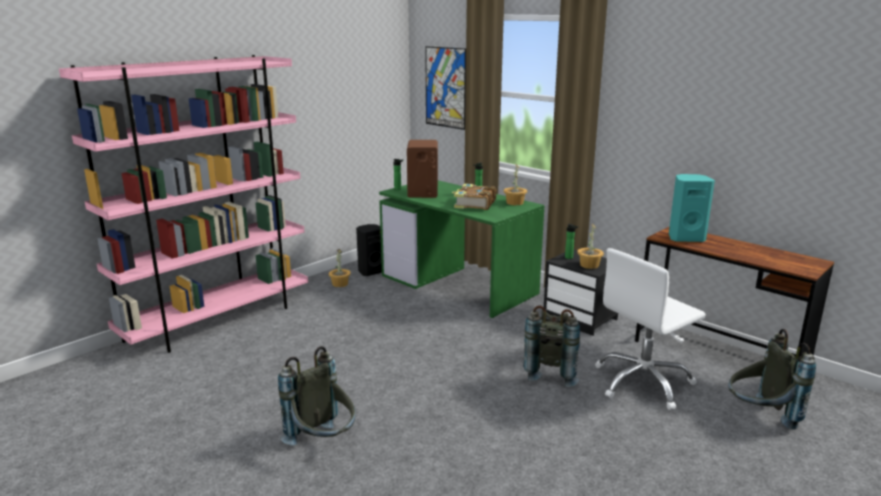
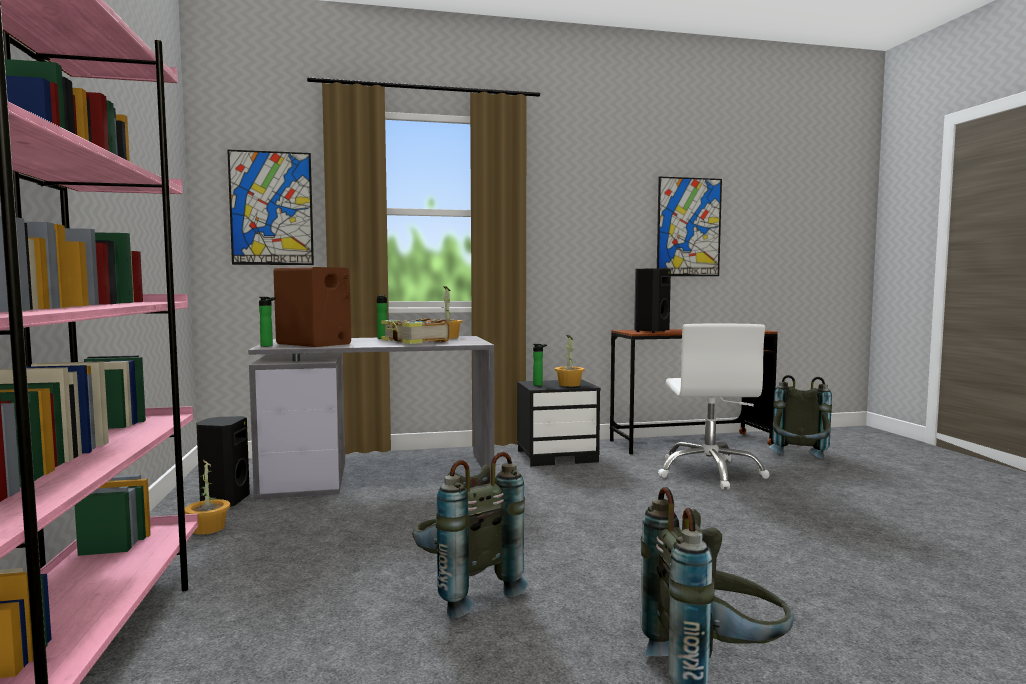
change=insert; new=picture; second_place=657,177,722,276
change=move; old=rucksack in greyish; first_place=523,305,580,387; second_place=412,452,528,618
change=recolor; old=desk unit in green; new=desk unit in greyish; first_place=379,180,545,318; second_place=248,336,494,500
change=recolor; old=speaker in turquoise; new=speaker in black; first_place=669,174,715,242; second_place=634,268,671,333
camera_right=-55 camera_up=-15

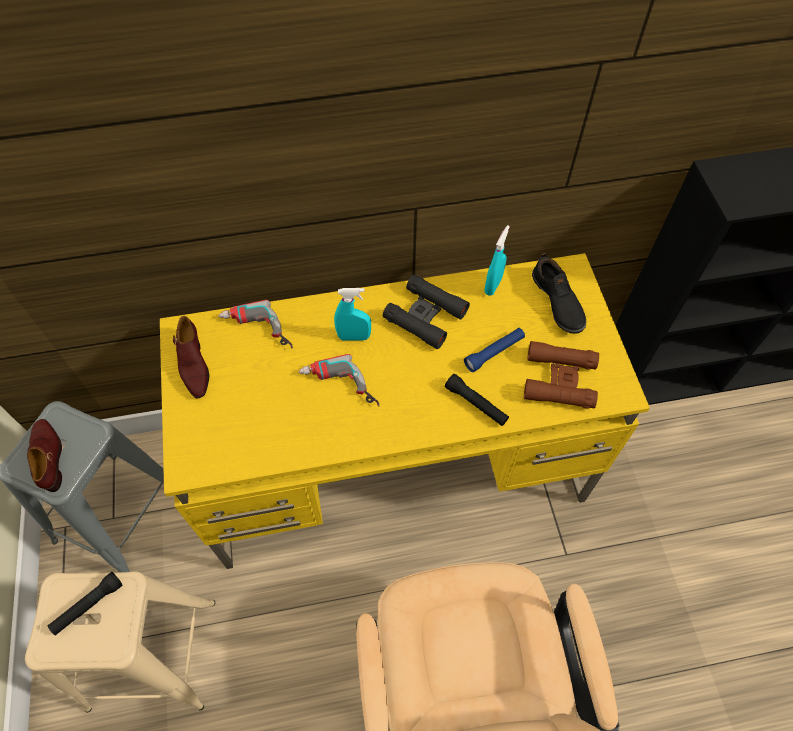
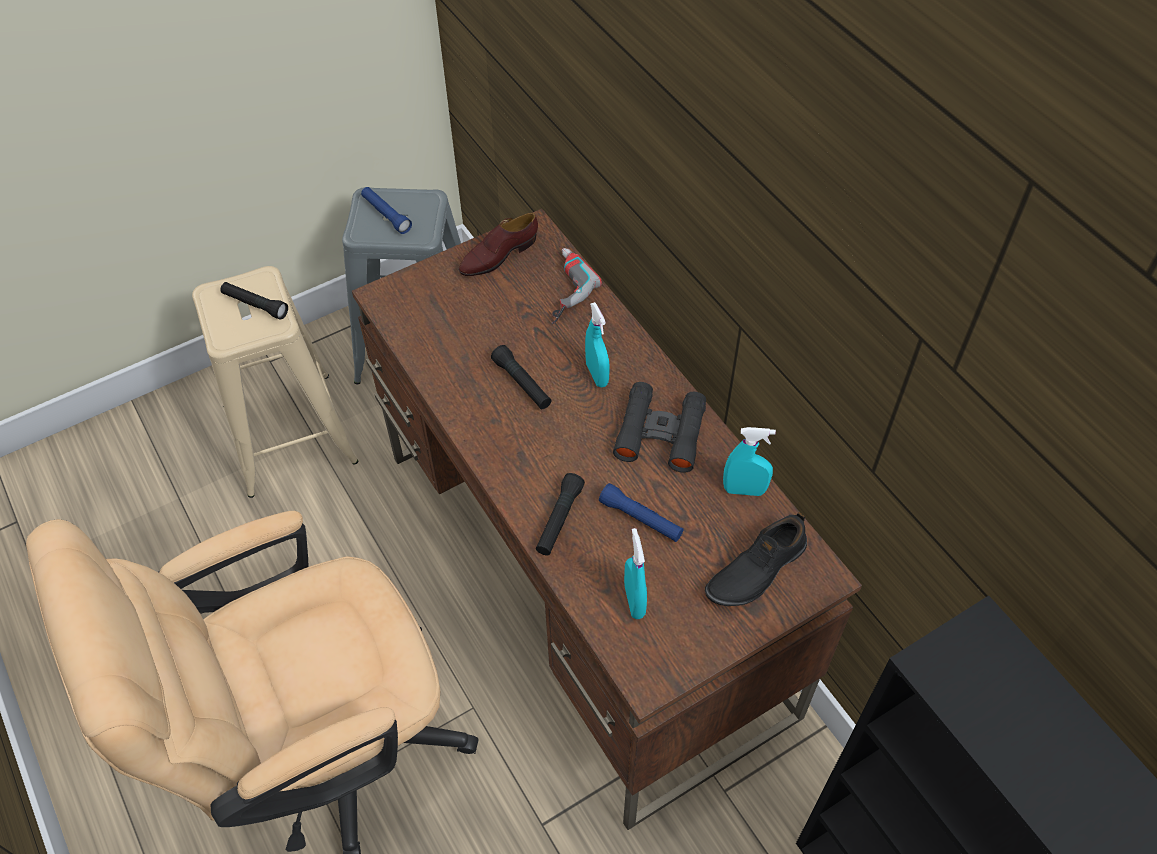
change=replace; old=low shoe in brown-coloured; new=hand torch in blue-coloured; first_place=27,419,62,492; second_place=361,187,412,234
change=replace; old=drill; new=hand torch in black; first_place=299,354,380,406; second_place=491,345,552,409
change=replace; old=field glasses in brown-coloured; new=sprayer in turquoise; first_place=524,341,599,408; second_place=624,528,647,619
change=recolor; old=desk unit in yellow; new=desk unit in brown-coloured; first_place=160,253,650,569; second_place=352,209,862,830
camera_right=70 camera_up=-5

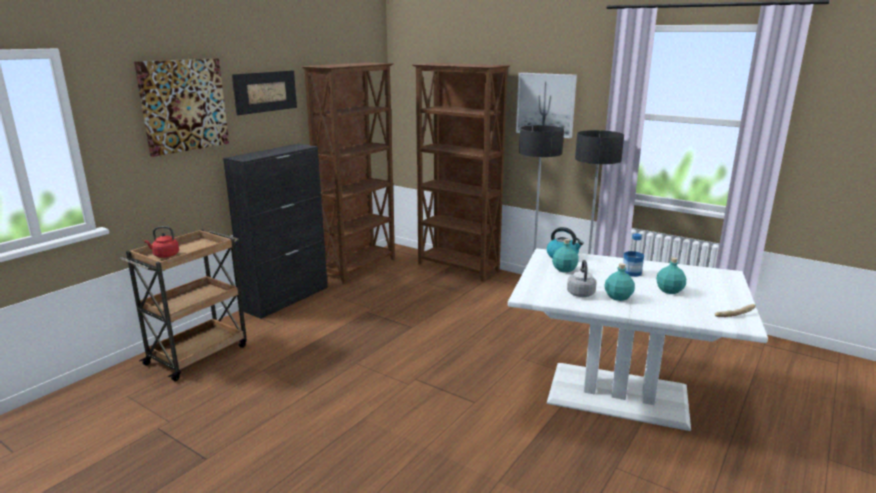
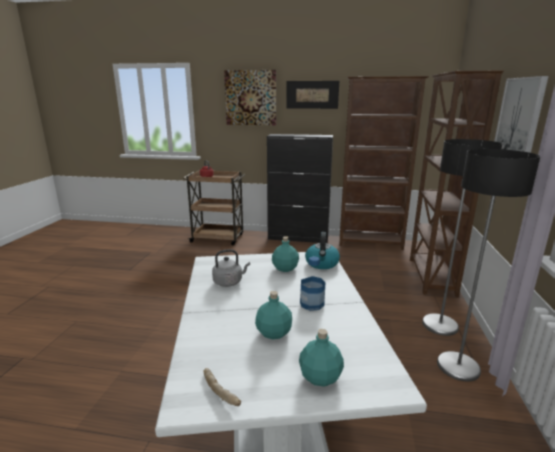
change=move; old=drink bottle in turquoise; first_place=604,263,635,301; second_place=299,329,344,387
camera_right=65 camera_up=0

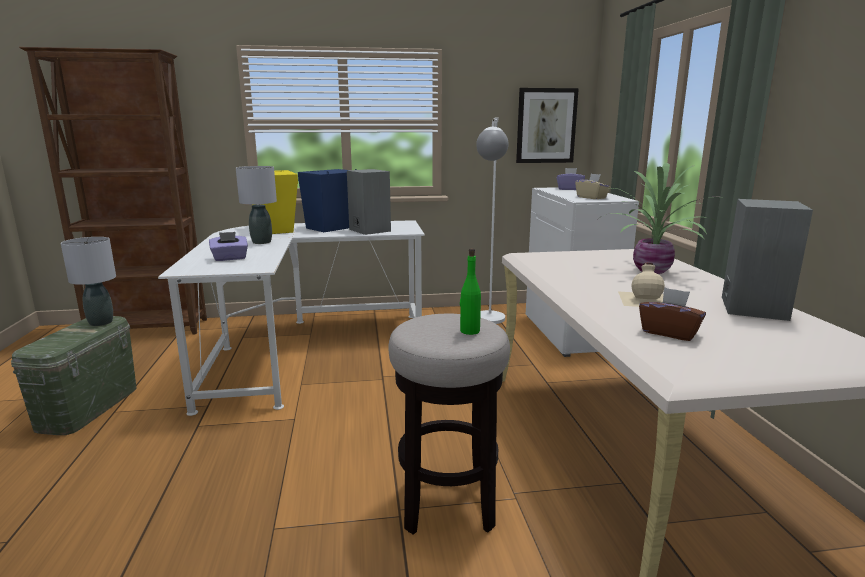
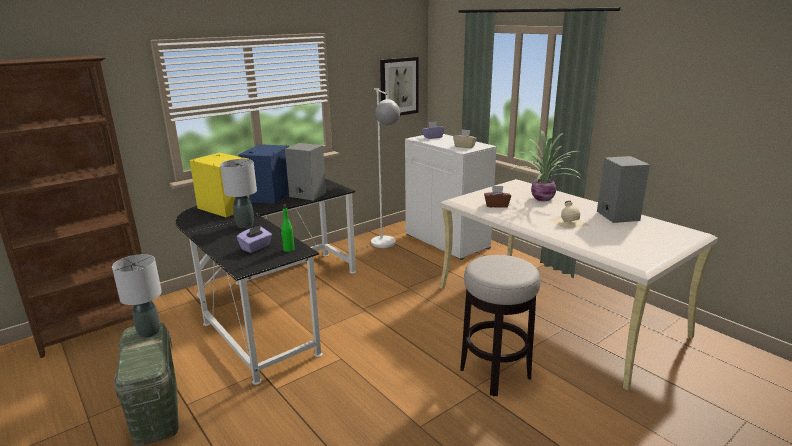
change=move; old=drink bottle in green; first_place=460,248,481,335; second_place=281,205,294,252
change=move; old=tissue box in brown-coloured; first_place=639,287,706,341; second_place=484,186,511,208
change=recolor; old=desk unit in white; new=desk unit in black; first_place=158,220,425,416; second_place=175,178,356,385
camera_right=-30 camera_up=5

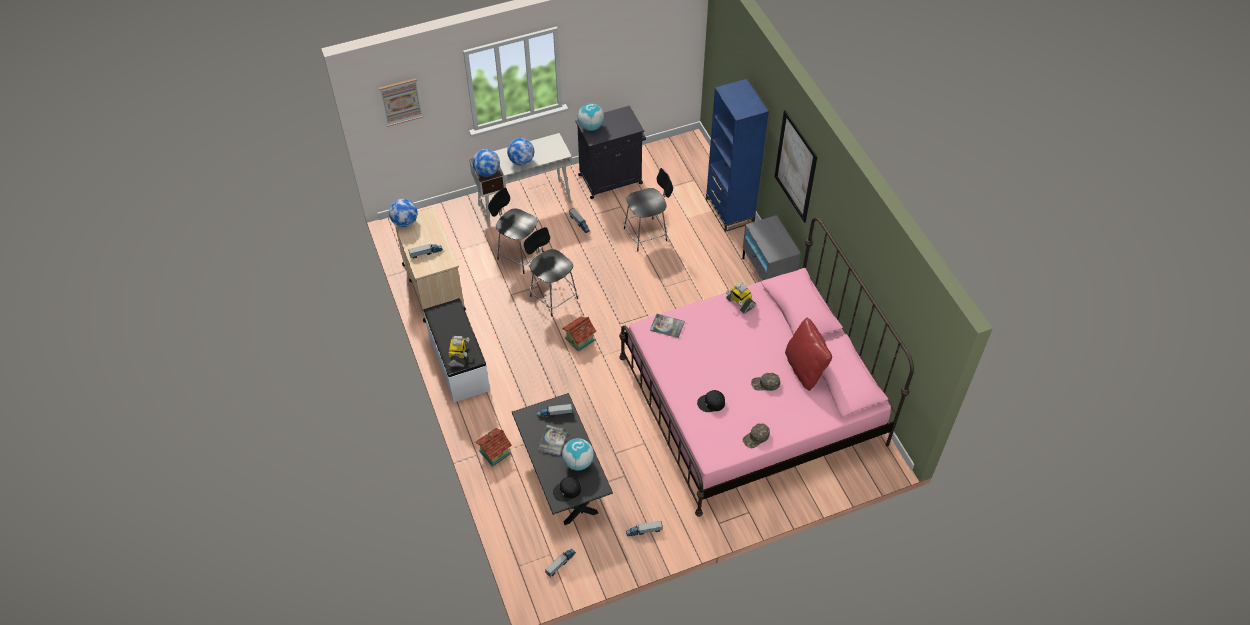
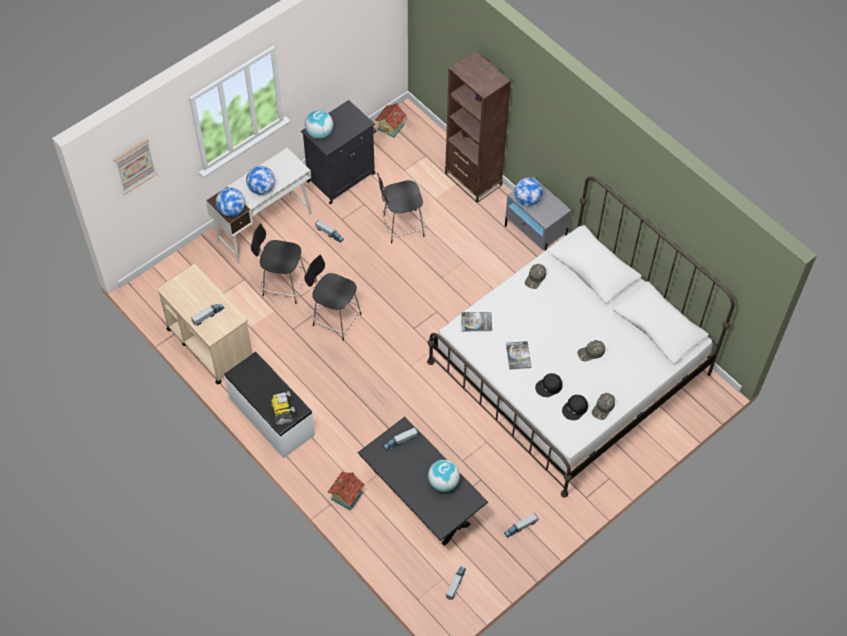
change=delete; old=picture; first_place=774,110,817,223
change=delete; old=pillow in red-coloured; first_place=785,318,832,391
change=move; old=desk globe; first_place=389,199,418,227; second_place=514,178,543,206
change=move; old=book; first_place=538,425,568,456; second_place=506,341,532,370
change=move; old=baseball cap in black; first_place=553,477,581,502; second_place=562,395,588,420
change=move; old=miniature house; first_place=562,316,597,352; second_place=375,103,407,137
change=replace; old=toy robot; new=baseball cap in green; first_place=726,282,756,314; second_place=525,264,546,289
change=recolor; old=bed in pinkish; new=bed in white; first_place=619,217,914,517; second_place=427,176,735,498
change=recolor; old=shelving unit in blue-coloured; new=shelving unit in brown-coloured; first_place=706,79,769,232; second_place=445,51,511,203
change=rotate; old=plain chair in black; first_place=624,168,673,251; second_place=377,173,425,244; degrees=-150
camera_right=-20 camera_up=5

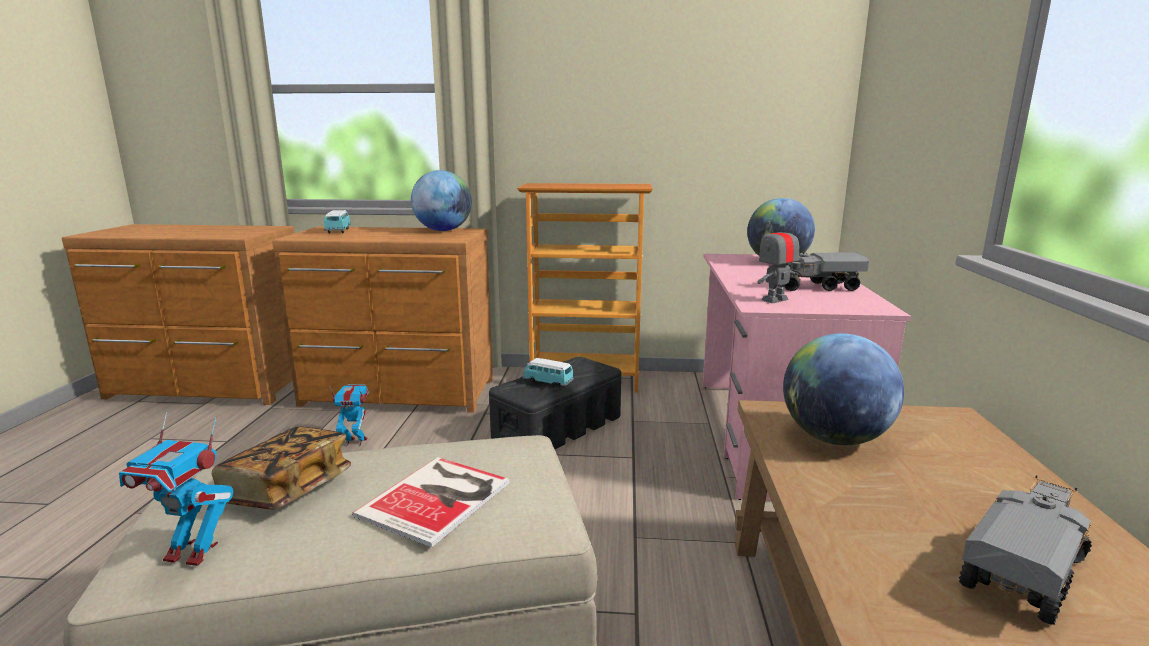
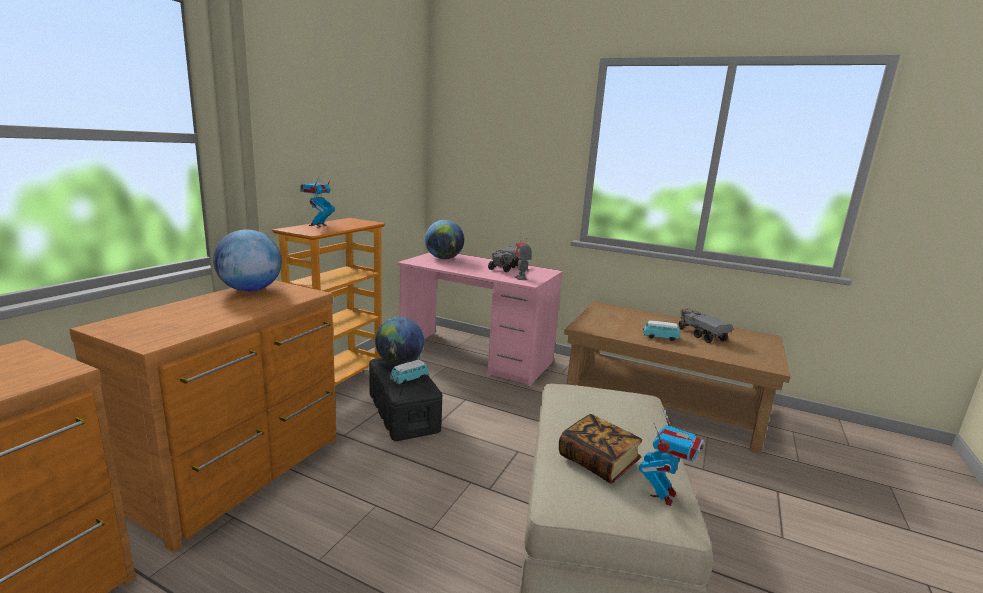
change=delete; old=book; first_place=352,457,509,547
change=move; old=miniature car; first_place=324,210,351,233; second_place=643,320,680,341
change=move; old=toy robot; first_place=330,384,369,447; second_place=300,176,335,227
change=move; old=desk globe; first_place=783,333,904,445; second_place=375,317,424,365
camera_right=-70 camera_up=0

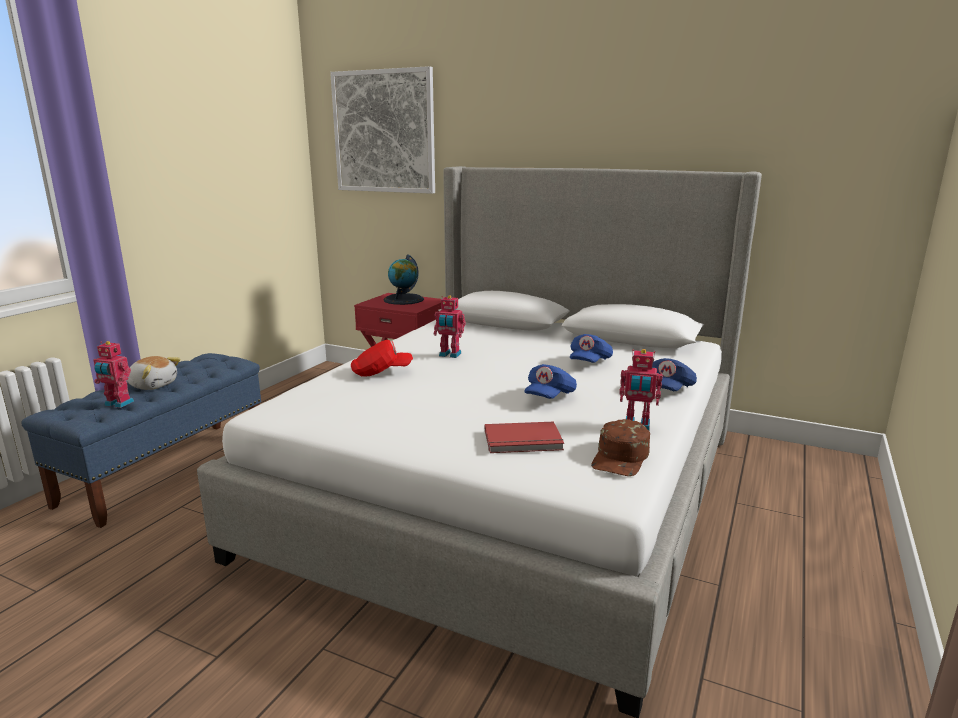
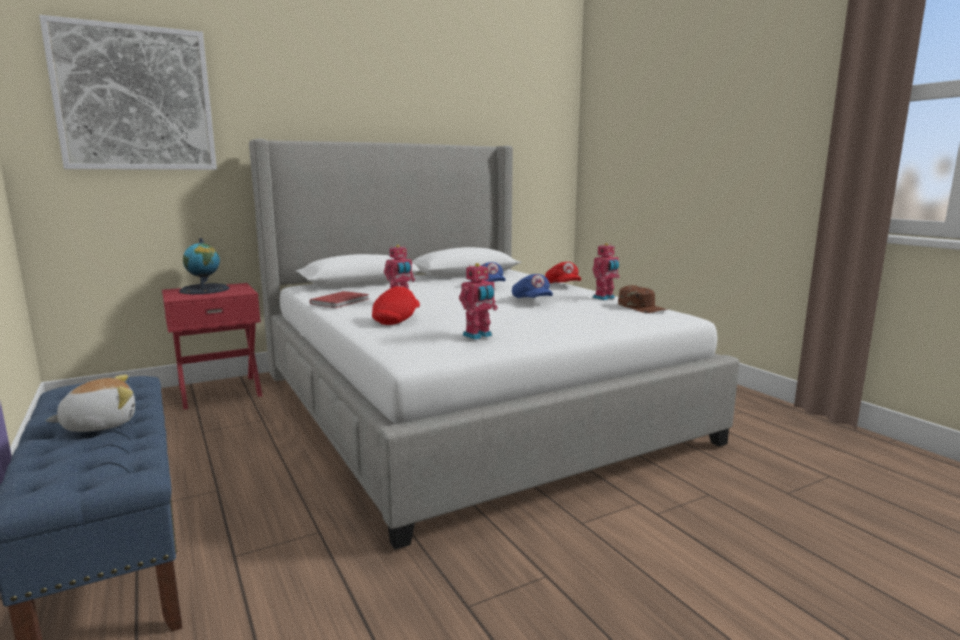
change=move; old=toy robot; first_place=94,341,134,408; second_place=459,263,498,340
change=move; old=book in red-coloured; first_place=485,422,564,453; second_place=310,291,369,308
change=recolor; old=baseball cap in blue-coloured; new=baseball cap in red-coloured; first_place=652,358,697,391; second_place=545,262,581,283
camera_right=-55 camera_up=-5

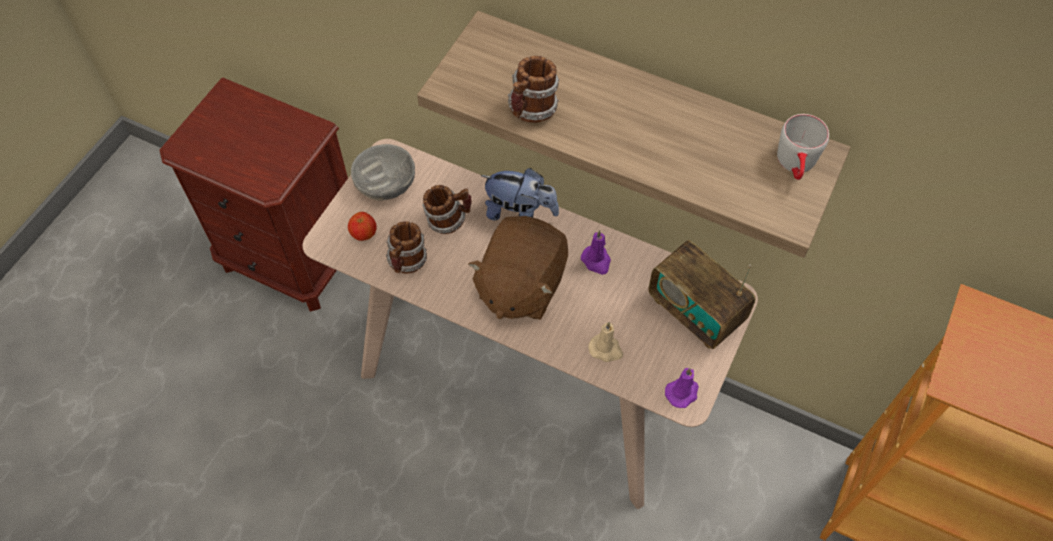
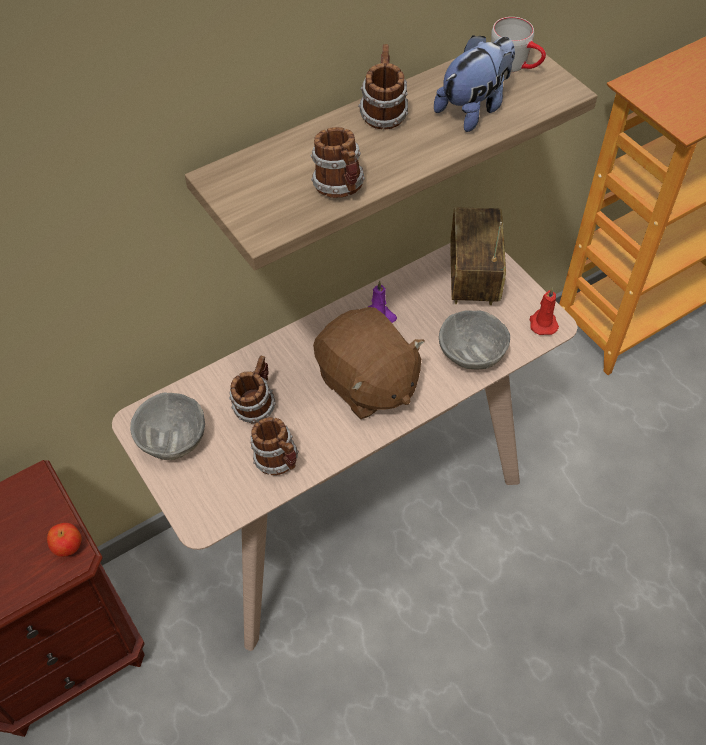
change=insert; new=coffee mug; second_place=358,44,408,129
change=move; old=apple; first_place=348,212,377,241; second_place=47,523,82,557
change=move; old=cuddly toy; first_place=481,168,559,221; second_place=434,35,515,132
change=replace; old=wax candle in beige-coloured; new=serving bowl in greyish; first_place=588,322,623,362; second_place=439,310,510,369
change=recolor; old=wax candle in purple-coloured; new=wax candle in red-coloured; first_place=665,368,699,408; second_place=530,287,559,335
change=rotate; old=radio receiver; first_place=648,240,756,349; second_place=450,207,506,305; degrees=105
camera_right=-60 camera_up=-5

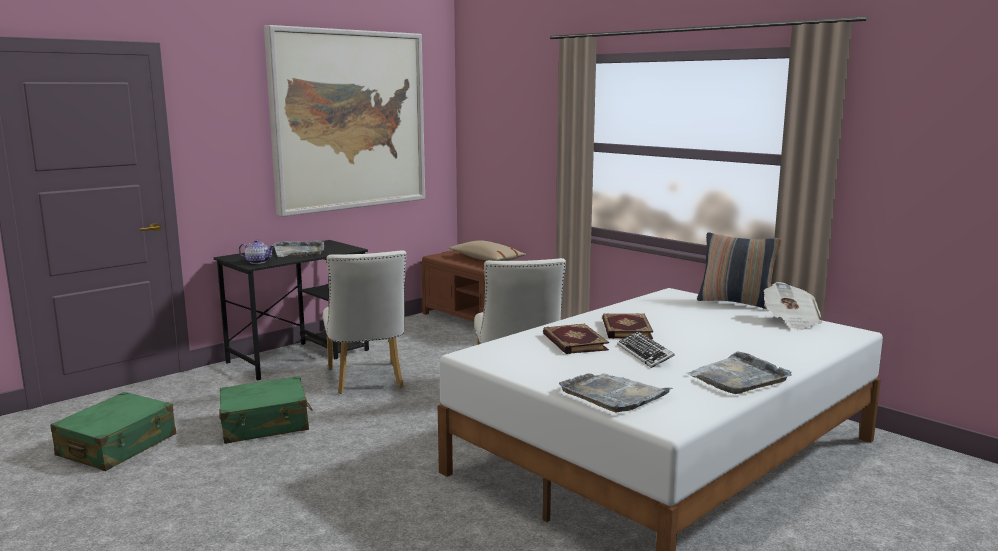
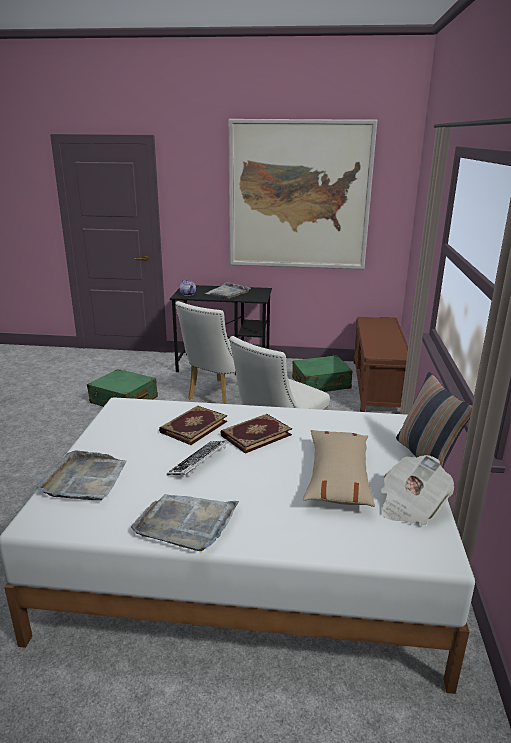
change=move; old=travel case in green; first_place=50,392,176,471; second_place=292,355,352,392
change=move; old=pillow in beige-coloured; first_place=448,240,526,261; second_place=303,430,375,507
camera_right=50 camera_up=10

